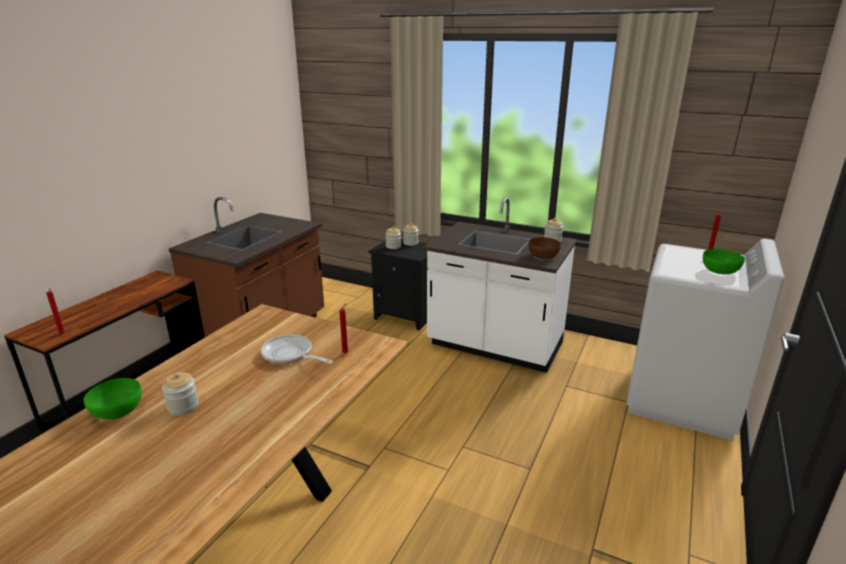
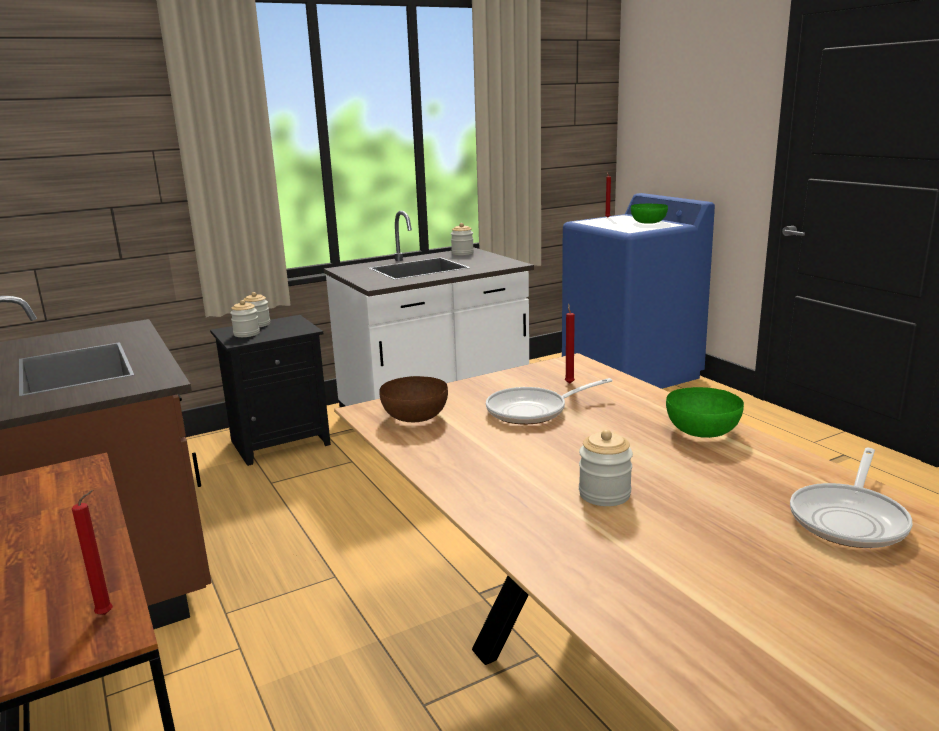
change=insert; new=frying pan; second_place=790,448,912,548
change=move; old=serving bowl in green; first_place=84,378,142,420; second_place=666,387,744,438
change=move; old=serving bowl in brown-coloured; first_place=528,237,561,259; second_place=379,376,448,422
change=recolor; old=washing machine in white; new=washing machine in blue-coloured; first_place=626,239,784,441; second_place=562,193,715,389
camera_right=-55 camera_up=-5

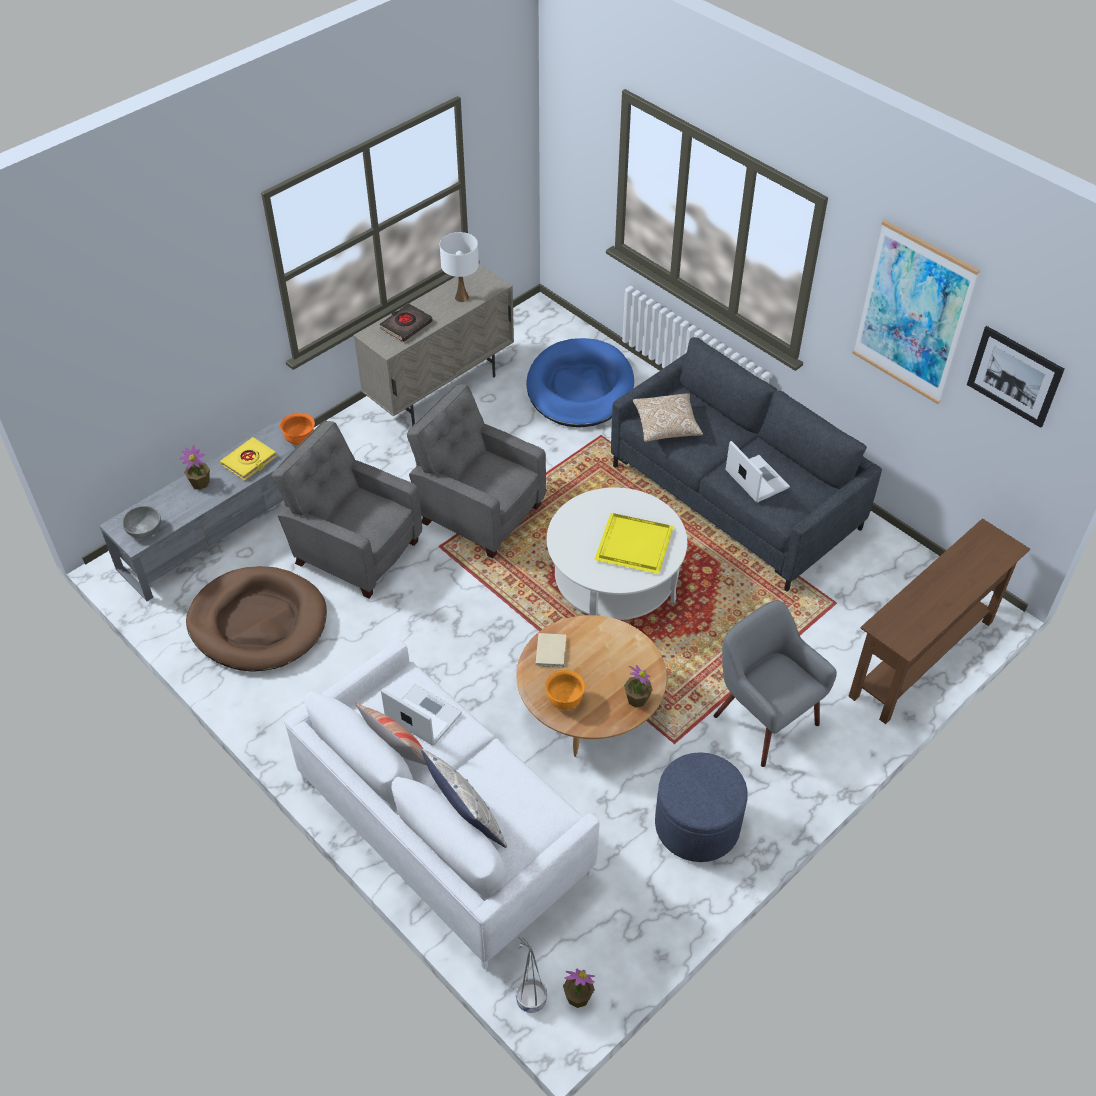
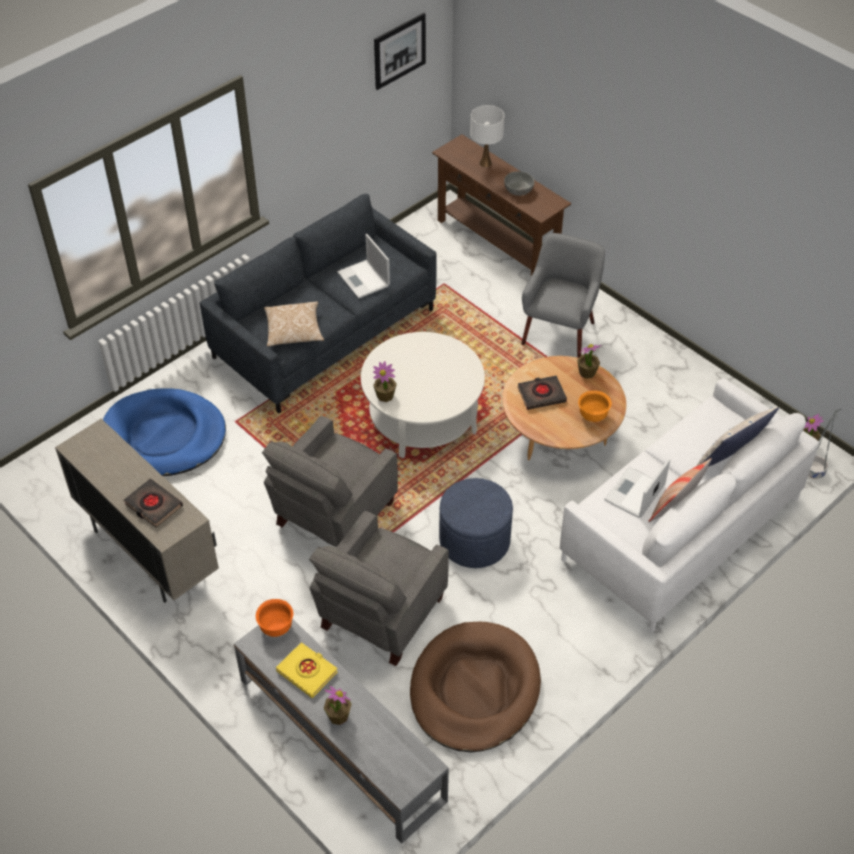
change=delete; old=book in beige-coloured; first_place=535,633,566,667
change=delete; old=carrying tray in yellow; first_place=594,513,674,574
change=delete; old=picture; first_place=852,220,980,404
change=insert; new=potted plant; second_place=373,361,397,402
change=insert; new=book in black; second_place=518,375,567,410
change=move; old=serving bowl in greyish; first_place=123,506,161,539; second_place=504,171,534,196
change=move; old=lamp for a table in white; first_place=440,232,479,302; second_place=470,105,505,167
change=move; old=pouffe in blue-coloured; first_place=655,752,748,862; second_place=439,478,513,568
change=rotate; old=lounge chair in greyish; first_place=713,600,837,767; second_place=521,233,605,358; degrees=150
change=rotate; old=laptop; first_place=725,441,790,502; second_place=337,234,390,298; degrees=-90
camera_right=-90 camera_up=0

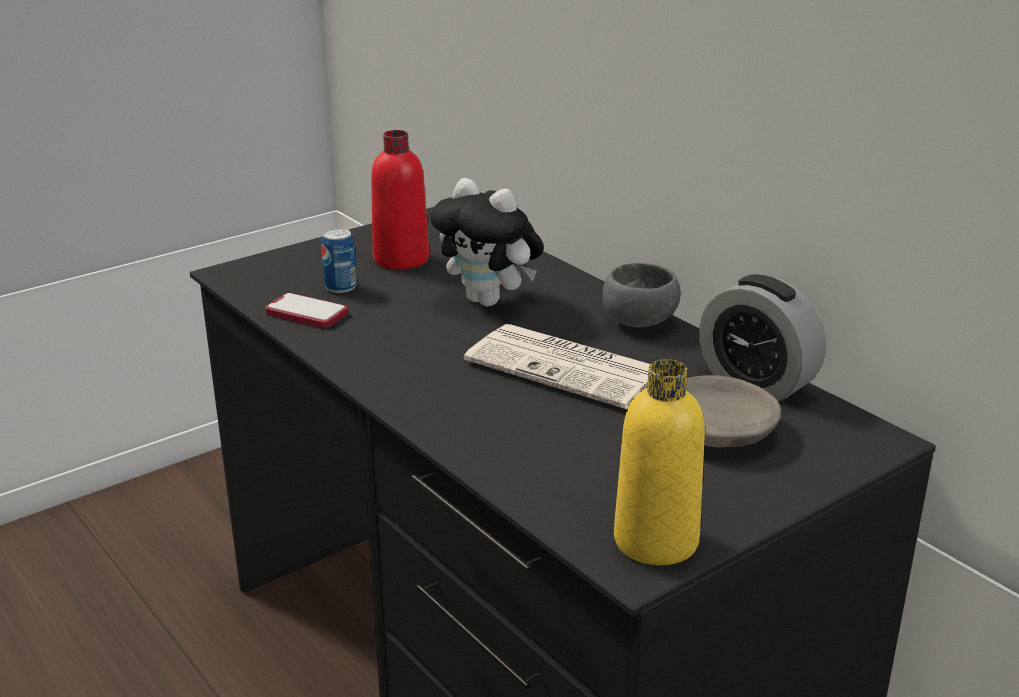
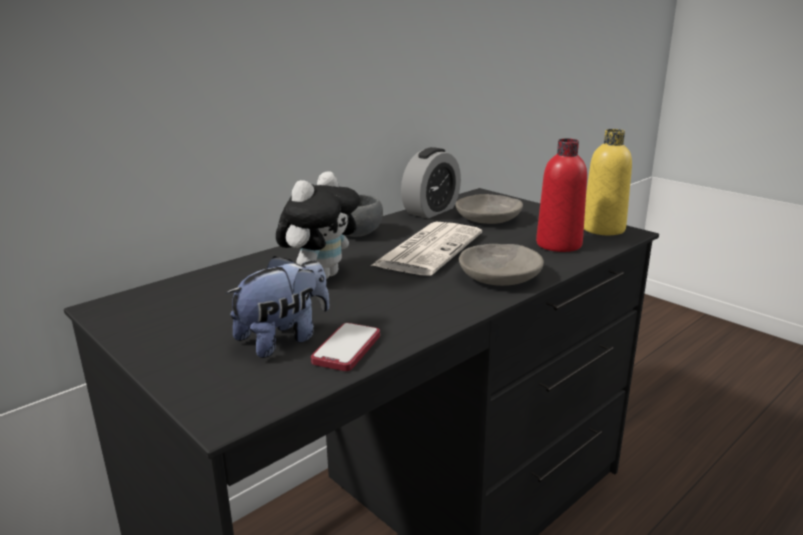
change=insert; new=serving bowl in greyish; second_place=459,244,544,286
change=move; old=drink bottle in red-coloured; first_place=371,130,429,269; second_place=536,138,587,252
change=replace; old=can; new=cuddly toy; first_place=321,228,357,293; second_place=226,256,329,358
camera_right=-95 camera_up=-5

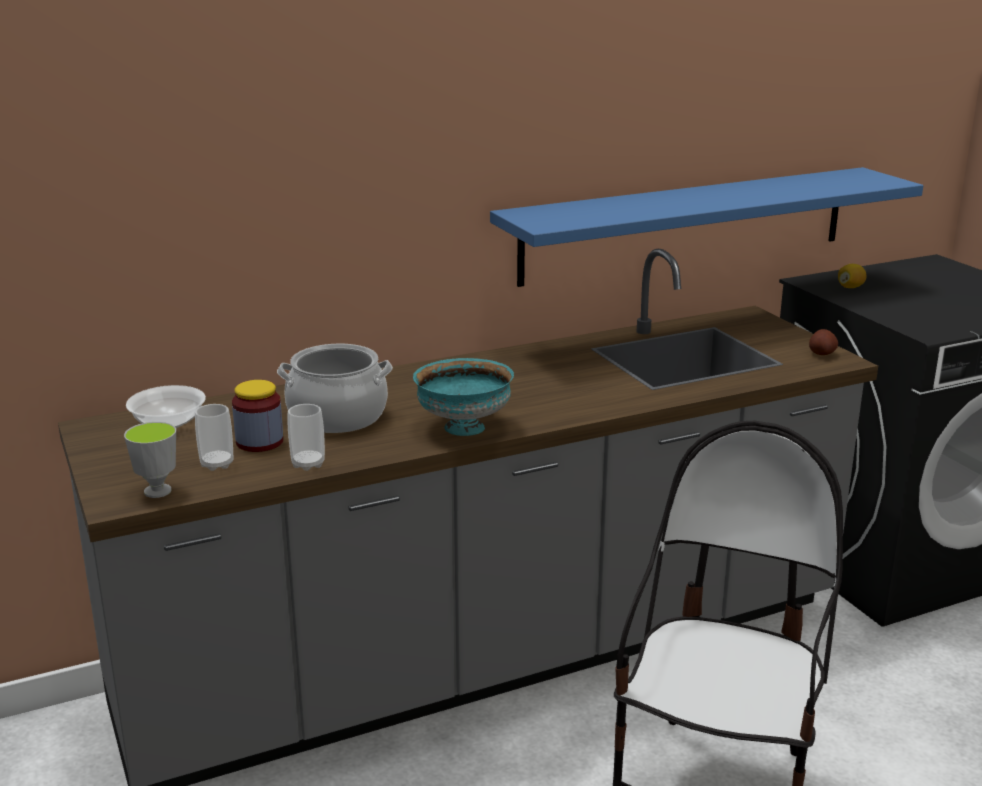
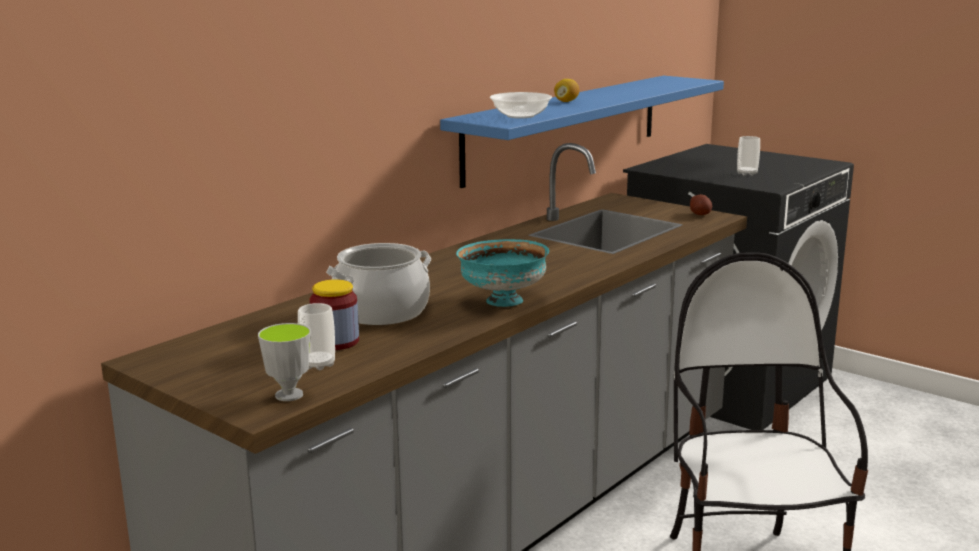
change=move; old=serving bowl; first_place=126,385,206,428; second_place=490,92,552,119
change=move; old=cup; first_place=287,404,325,471; second_place=737,136,760,175
change=move; old=citrus fruit; first_place=838,264,866,288; second_place=554,79,579,102
camera_right=-25 camera_up=-5

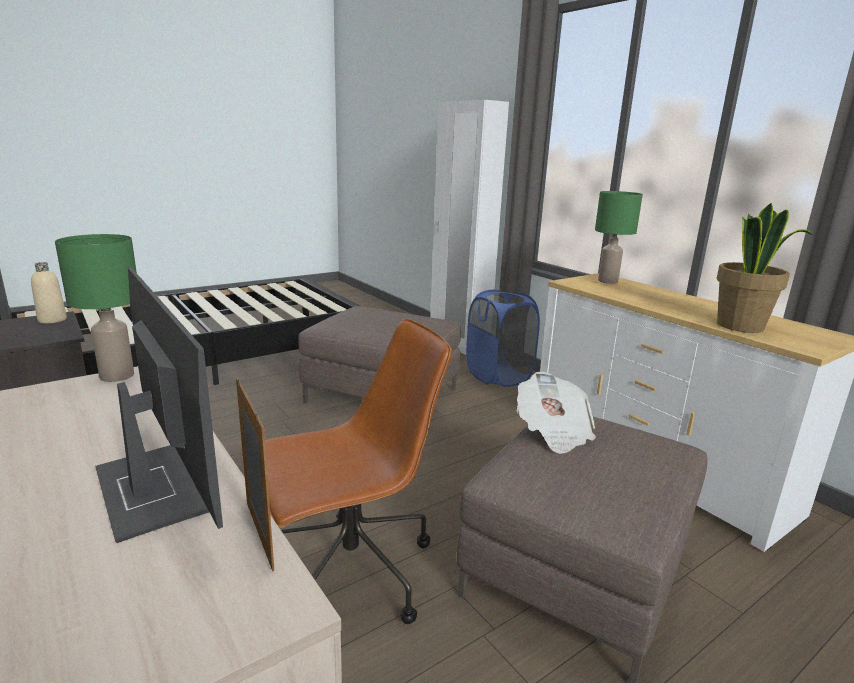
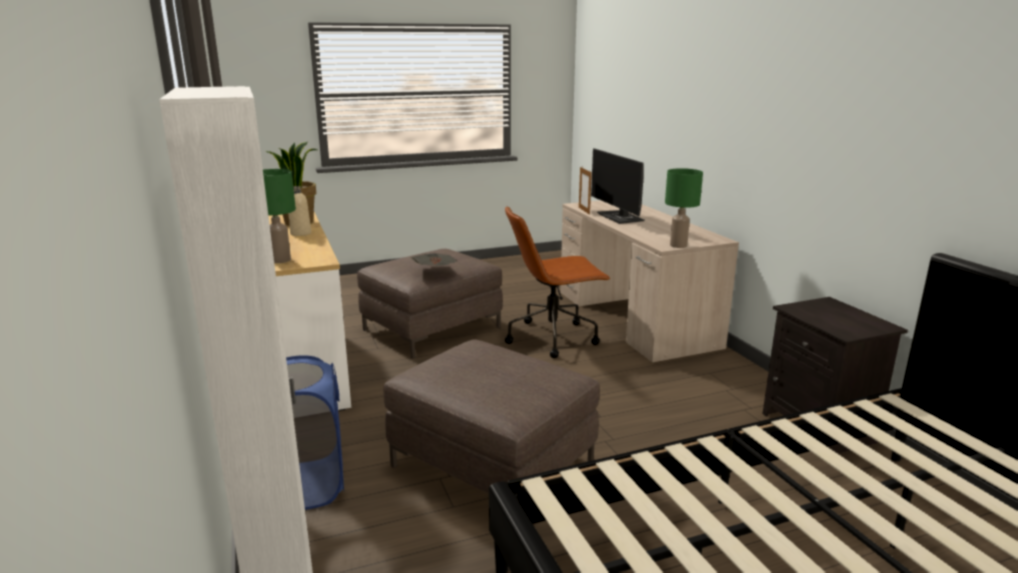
change=move; old=drink bottle in beige-coloured; first_place=31,262,67,323; second_place=289,186,311,236
camera_right=-165 camera_up=0

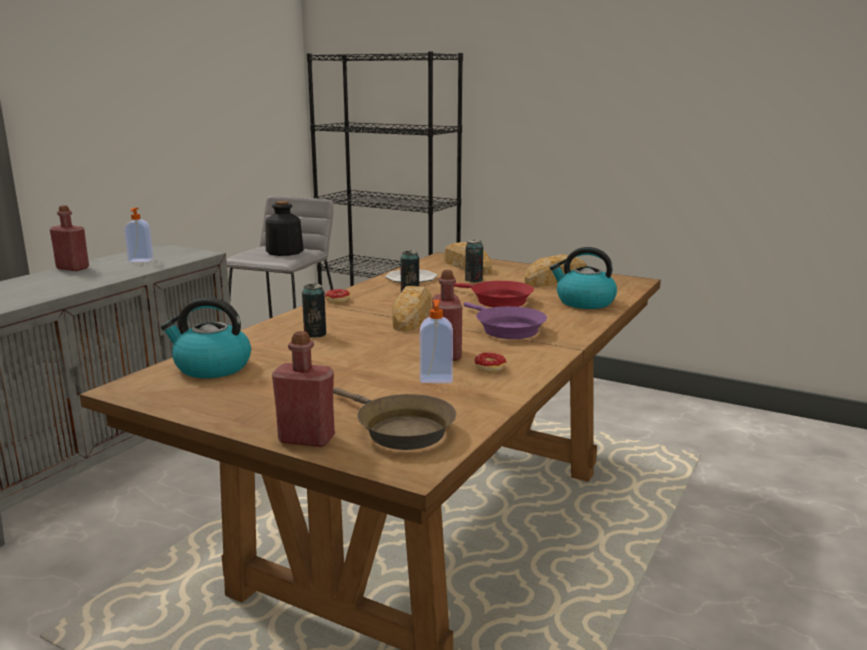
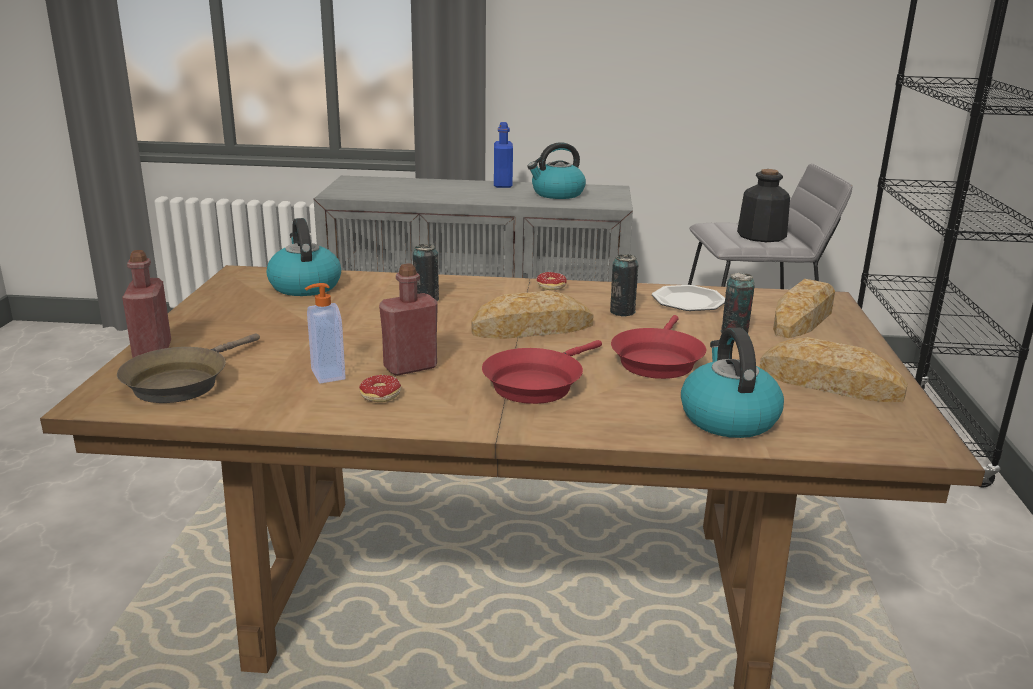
change=replace; old=liquid soap bottle; new=tea kettle; first_place=124,208,154,262; second_place=527,142,586,199
change=recolor; old=drink bottle in red-coloured; new=drink bottle in blue-coloured; first_place=50,205,89,271; second_place=494,122,513,188
change=recolor; old=frying pan in purple-coloured; new=frying pan in red-coloured; first_place=463,302,547,339; second_place=482,340,602,404
camera_right=65 camera_up=5

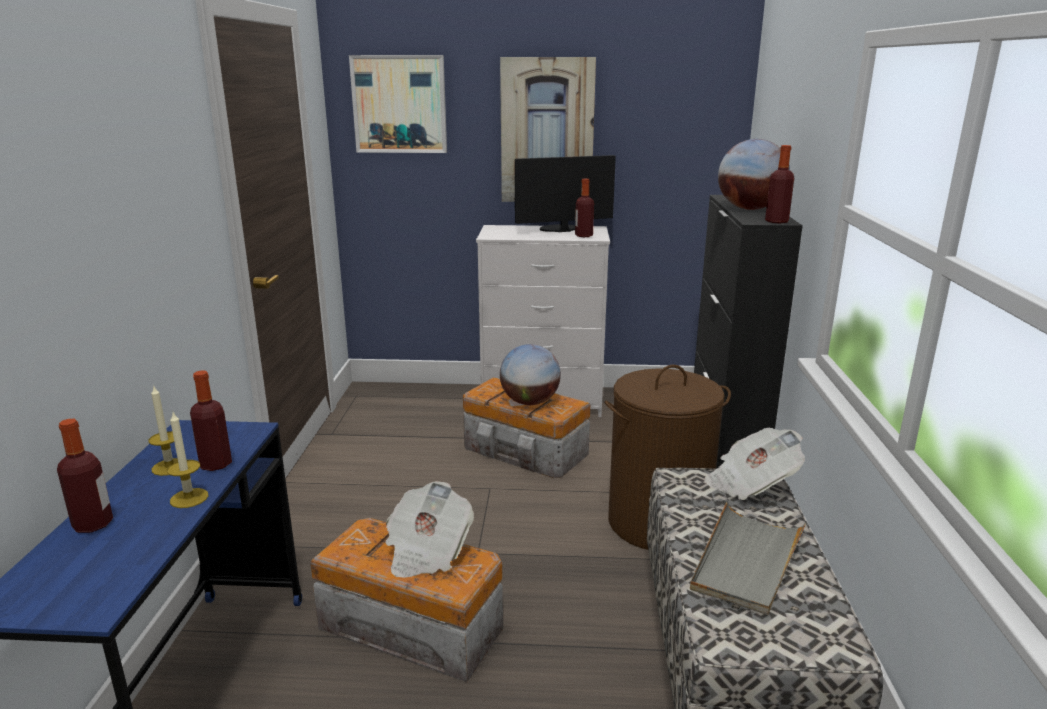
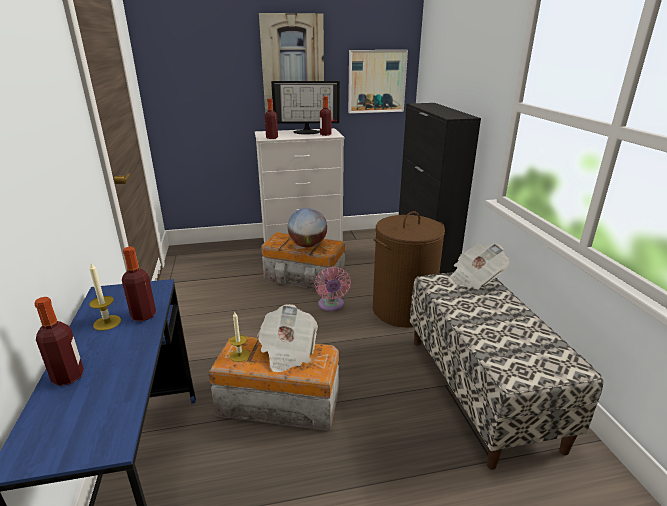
change=delete; old=carrying tray in greyish; first_place=690,502,806,615
change=delete; old=desk globe; first_place=718,139,790,210
change=insert; new=electric fan in pinkish; second_place=314,267,351,311
change=move; old=wax candle; first_place=167,412,208,508; second_place=229,312,250,362
change=move; old=picture; first_place=349,55,447,153; second_place=348,50,408,113
change=move; old=drink bottle; first_place=765,145,794,223; second_place=265,98,278,139
change=rotate; old=monitor; first_place=515,155,616,232; second_place=271,81,340,135; degrees=-150
camera_right=-15 camera_up=5

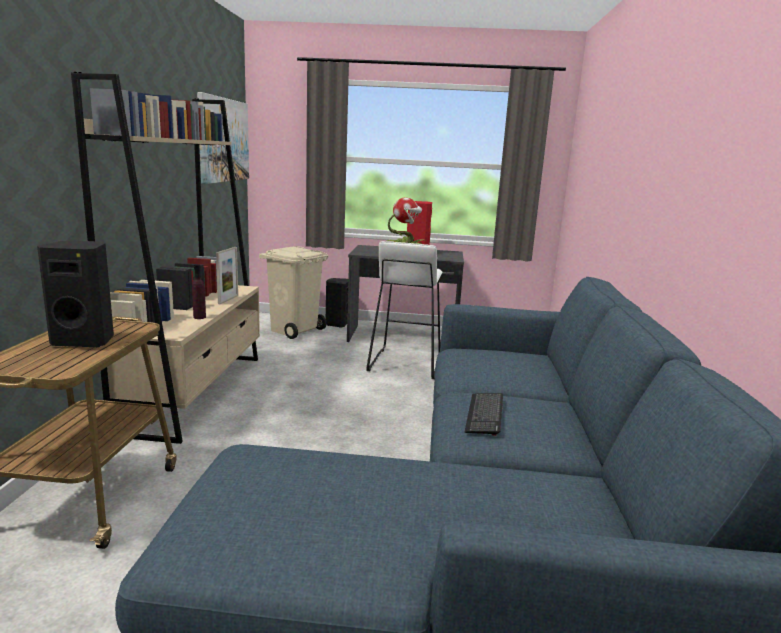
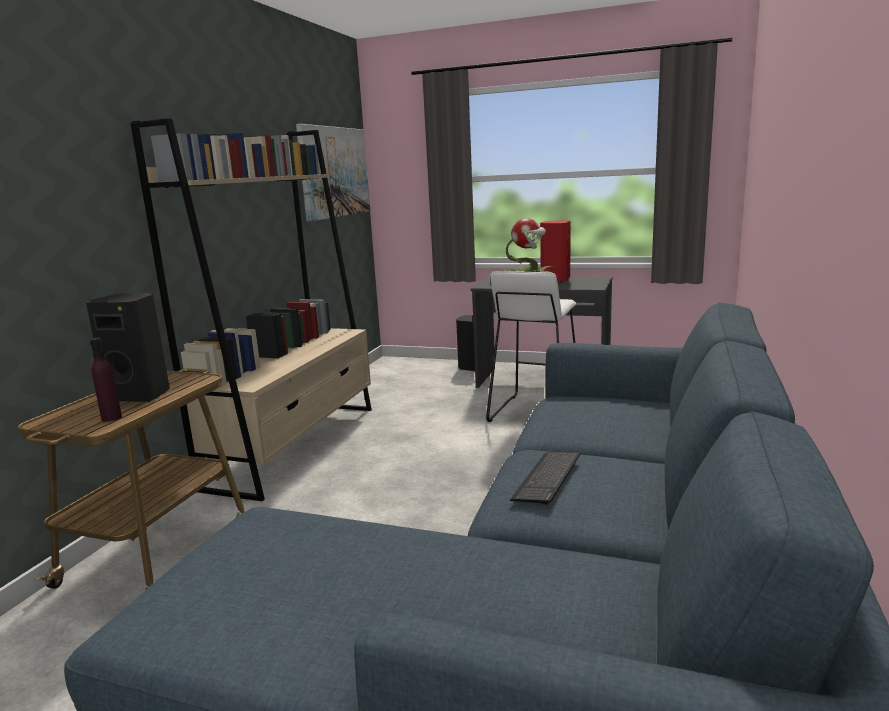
change=delete; old=standing frame; first_place=216,247,238,304
change=delete; old=rubbish bin in beige-coloured; first_place=259,246,329,339
change=move; old=drink bottle in purple-coloured; first_place=192,264,206,319; second_place=90,338,122,422
camera_right=15 camera_up=0

